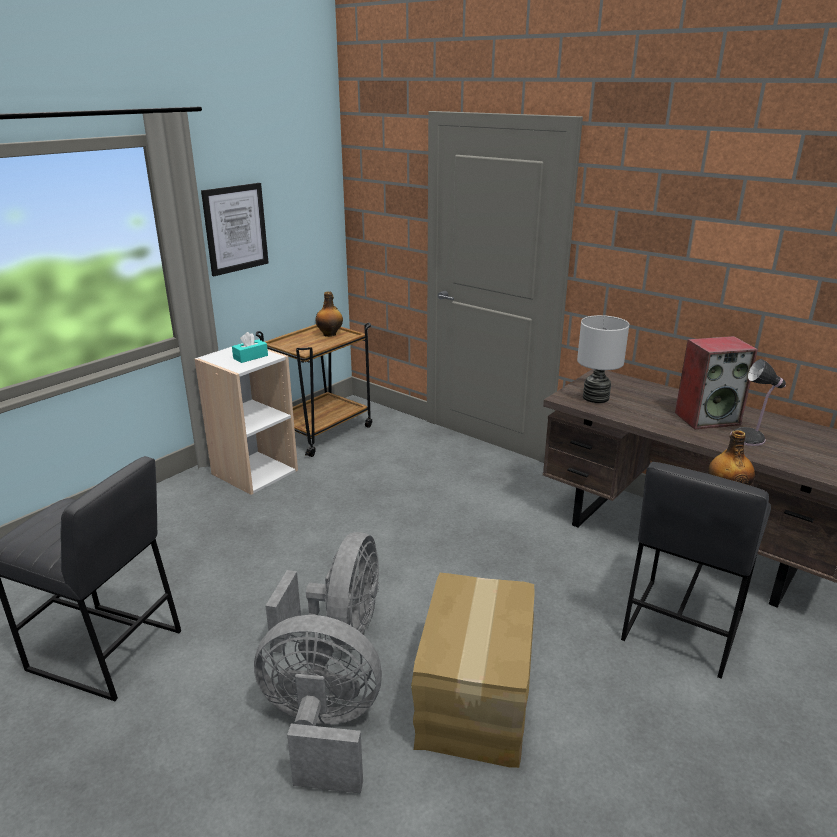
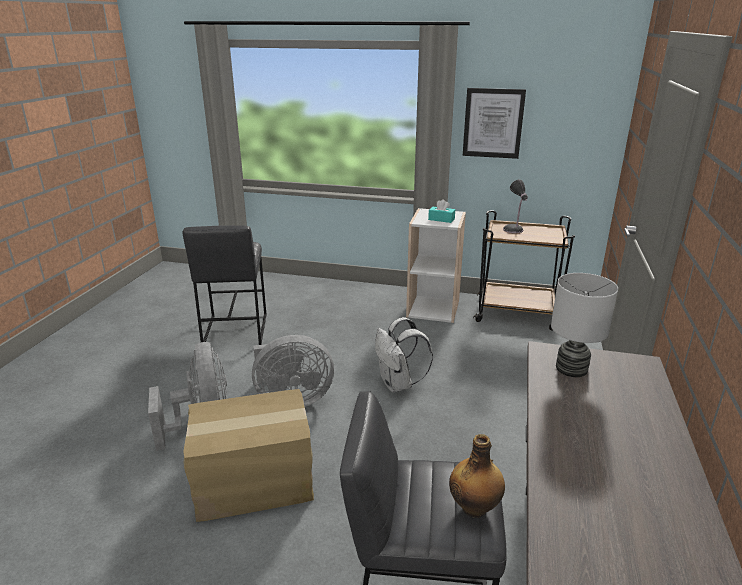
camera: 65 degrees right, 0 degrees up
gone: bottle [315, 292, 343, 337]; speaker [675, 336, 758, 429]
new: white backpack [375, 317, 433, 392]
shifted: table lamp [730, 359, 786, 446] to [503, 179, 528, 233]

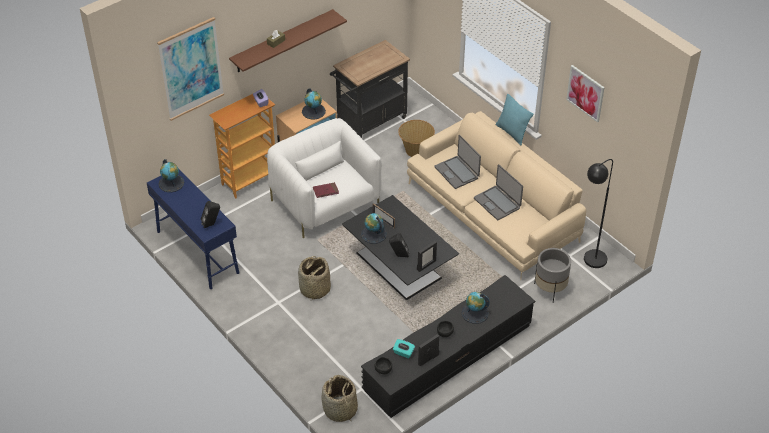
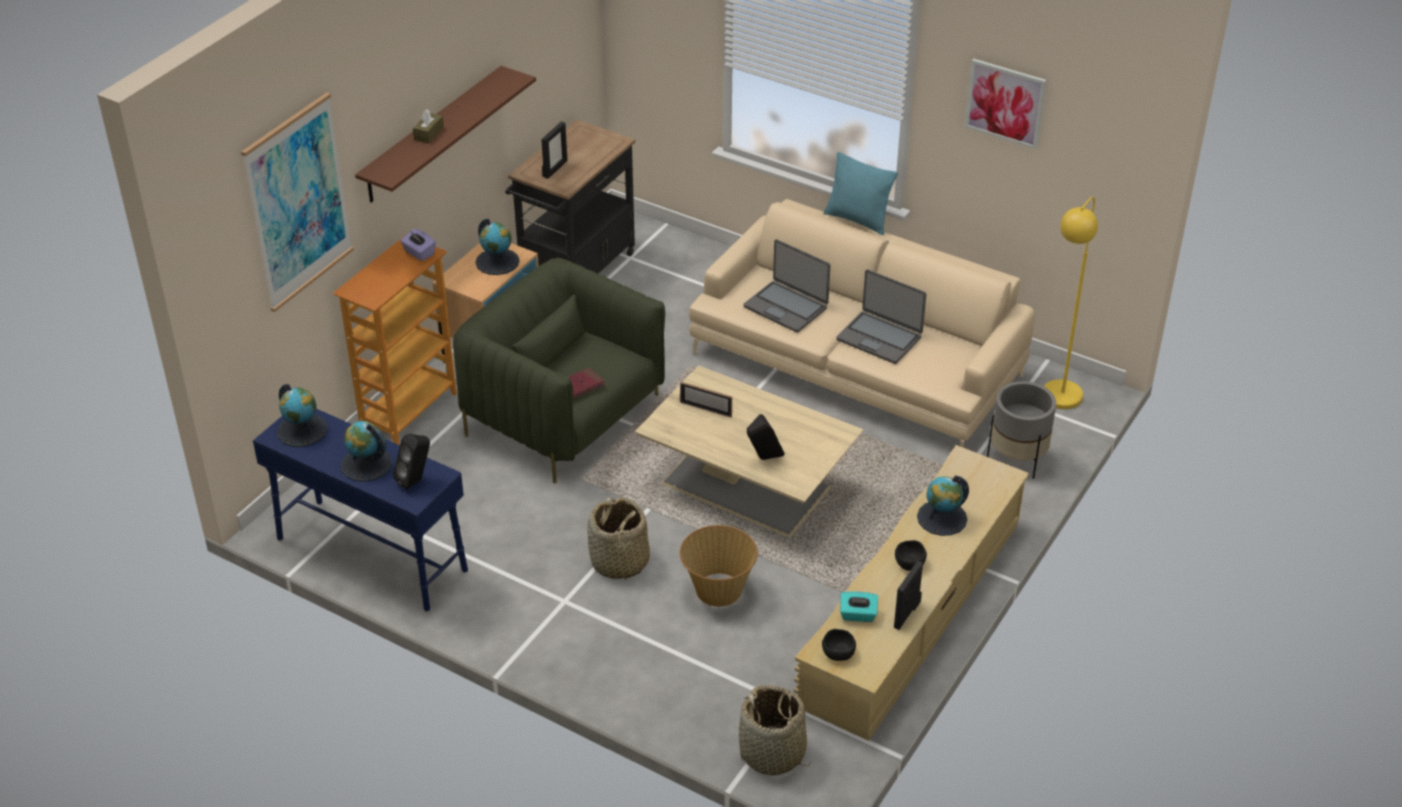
camera: 20 degrees left, 5 degrees down
shifted: globe [361, 213, 387, 244] to [341, 421, 392, 482]; picture frame [417, 241, 437, 272] to [541, 121, 567, 179]; basket [398, 120, 435, 157] to [680, 525, 758, 607]
repainted: white armchair [267, 118, 382, 238] to green armchair [453, 258, 665, 483]; black coffee table [342, 195, 459, 300] to beige coffee table [635, 365, 864, 538]; black tv stand [361, 275, 535, 418] to beige tv stand [794, 445, 1029, 741]; black floor lamp [584, 159, 613, 268] to yellow floor lamp [1044, 196, 1098, 409]

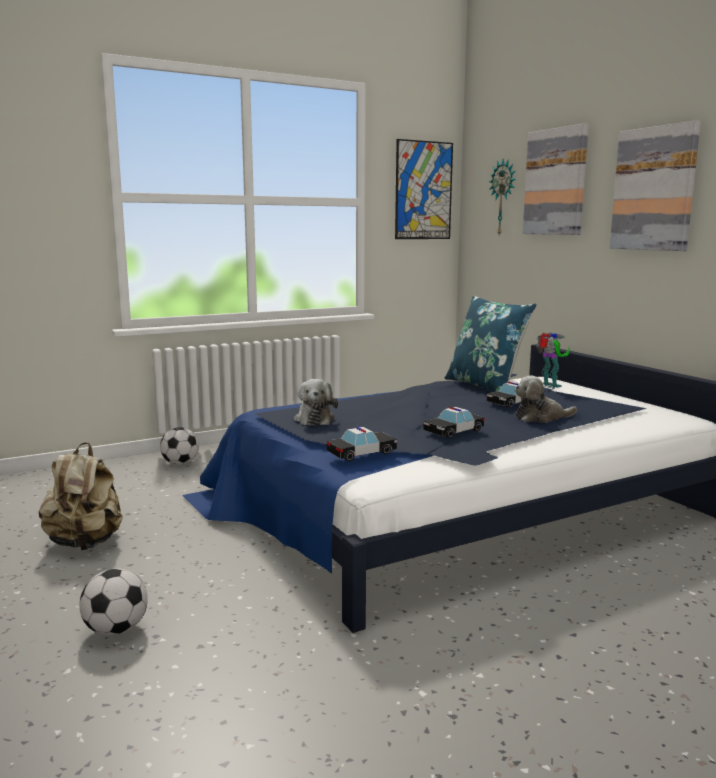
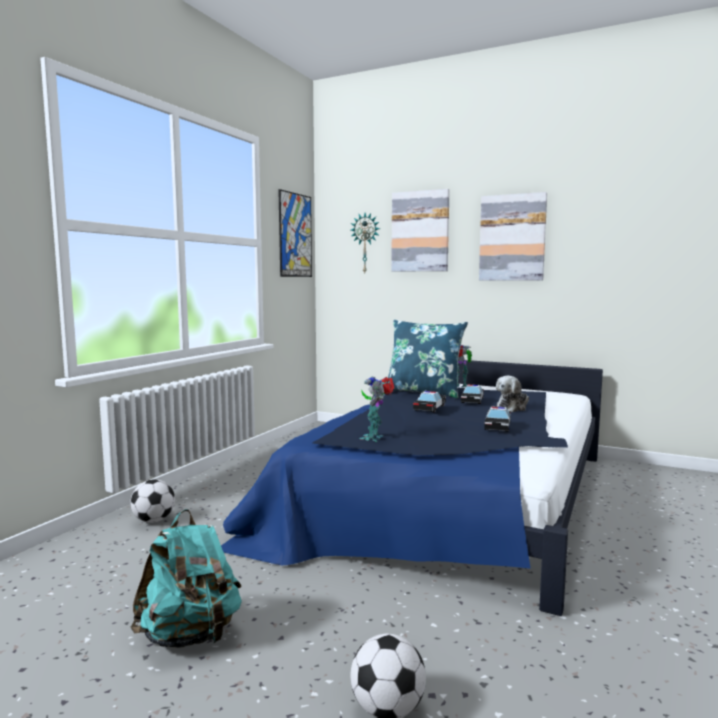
camera: 35 degrees left, 5 degrees down
shifted: toy car [327, 427, 397, 461] to [413, 391, 446, 412]
swapped: plush toy [294, 379, 338, 426] to toy robot [359, 376, 394, 442]
repainted: beige backpack [39, 442, 123, 550] to turquoise backpack [131, 509, 242, 648]

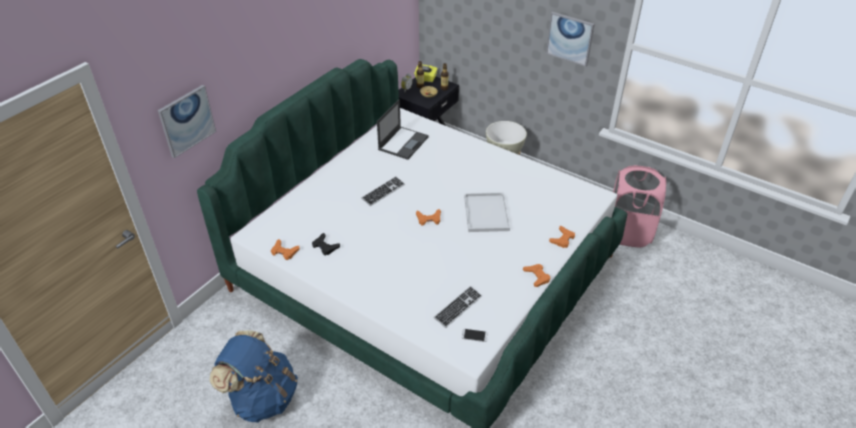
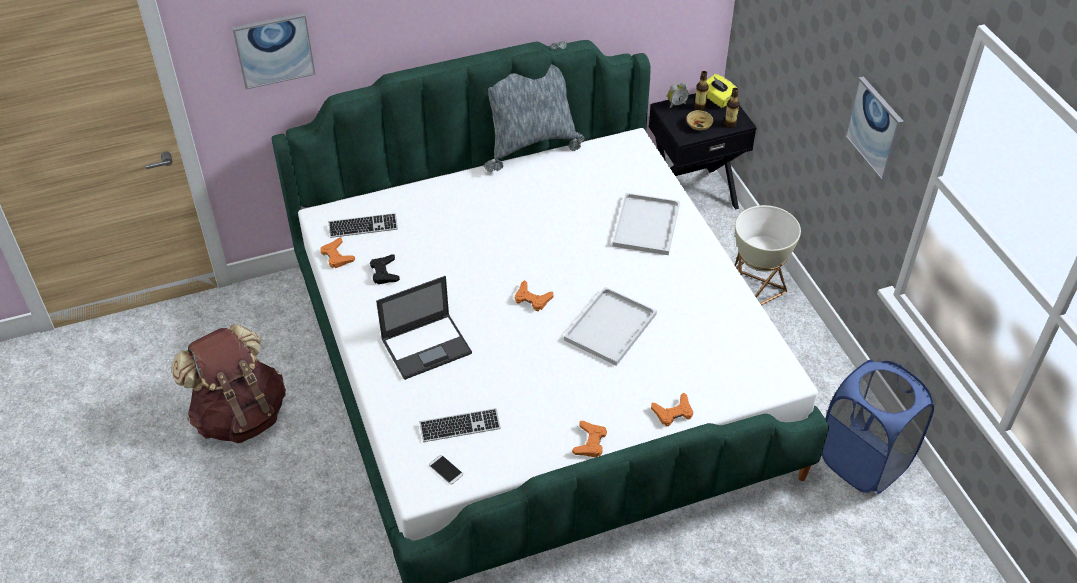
camera: 35 degrees right, 5 degrees up
new: pillow [484, 41, 584, 172]; white tray [612, 193, 680, 255]
shifted: keyboard [361, 176, 405, 206] to [328, 213, 398, 238]; laptop [377, 99, 429, 160] to [376, 276, 472, 380]
repainted: blue backpack [209, 330, 298, 423] to brown backpack [171, 324, 286, 443]; pink laundry basket [613, 165, 666, 247] to blue laundry basket [822, 359, 934, 494]

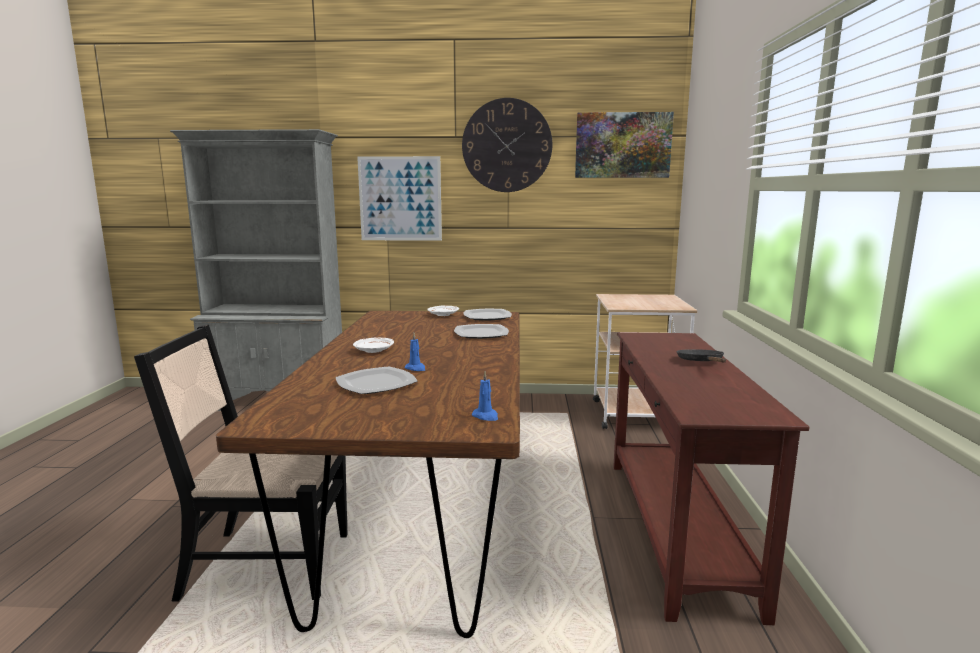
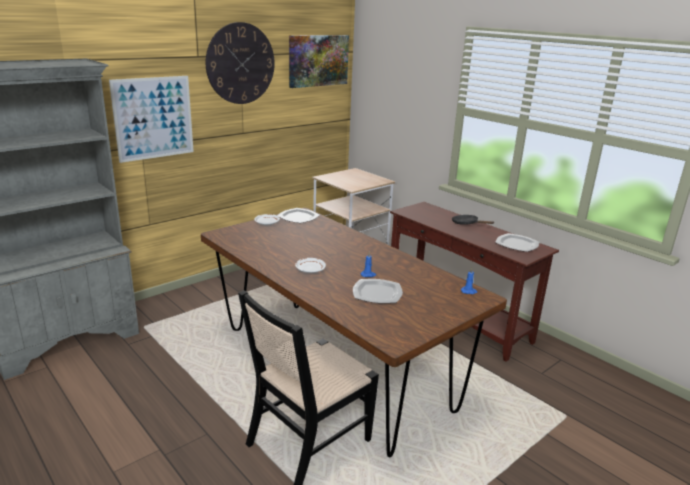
camera: 45 degrees left, 10 degrees up
shifted: plate [454, 324, 509, 339] to [495, 233, 539, 252]

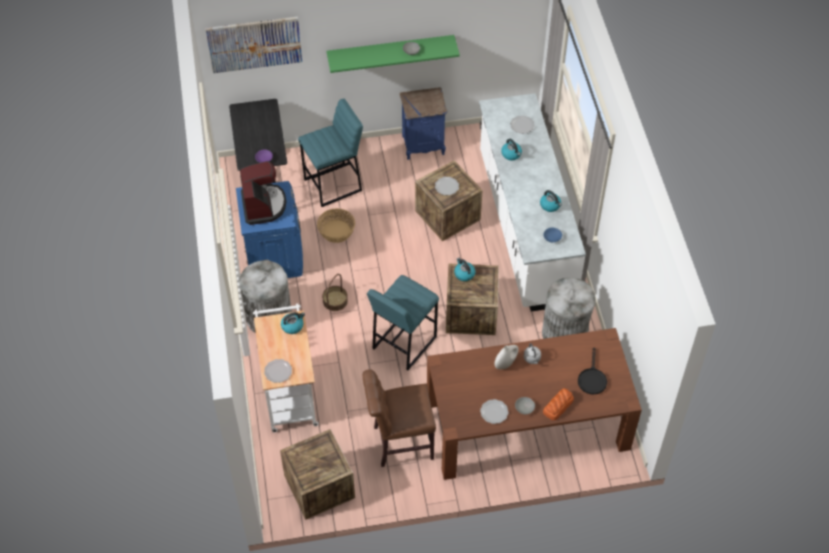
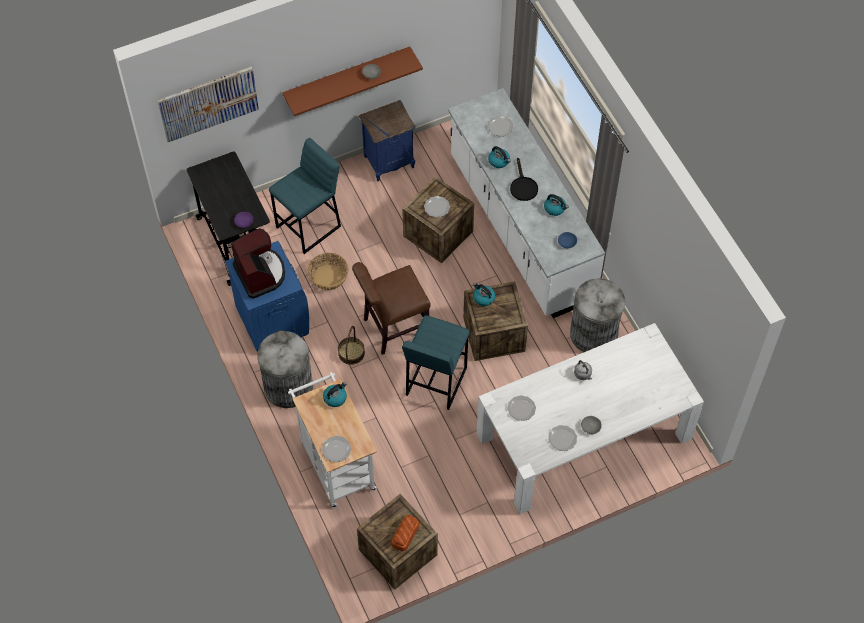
camera: 15 degrees left, 5 degrees up
gone: white vase [495, 345, 518, 369]
new: plate [507, 395, 536, 421]
shifted: brown chair [363, 369, 436, 467] to [352, 262, 431, 355]; bread [543, 388, 574, 420] to [391, 515, 420, 551]; black frying pan [578, 347, 607, 394] to [510, 158, 538, 201]
repainted: green shelf [327, 35, 460, 73] to brown shelf [282, 47, 423, 116]; brown dining table [427, 328, 642, 480] to white dining table [477, 323, 704, 514]

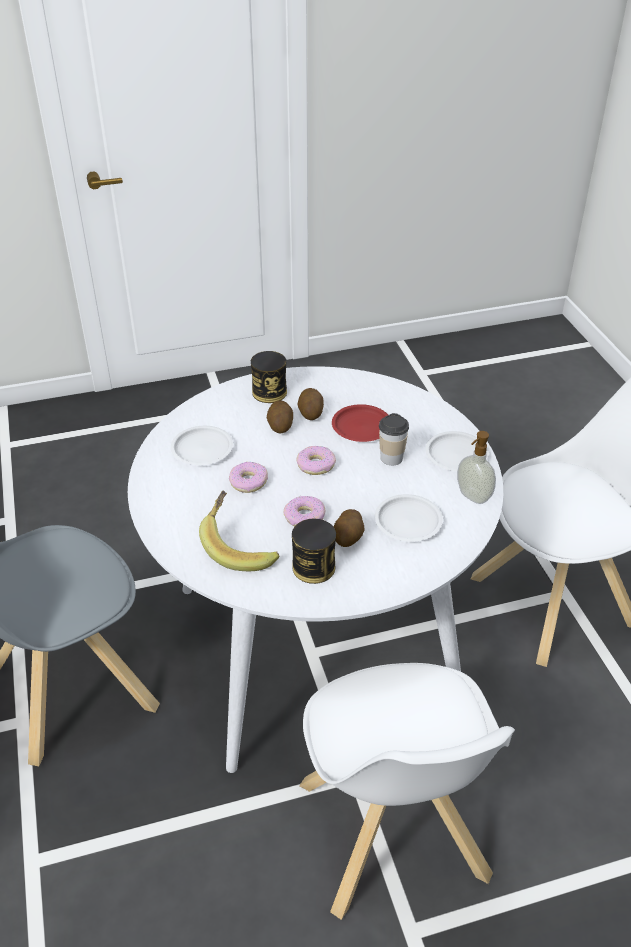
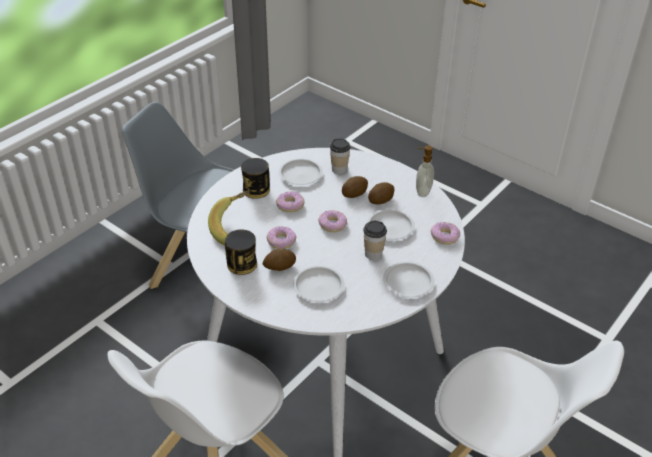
camera: 55 degrees right, 0 degrees up
new: cup [330, 138, 350, 174]; donut [431, 222, 460, 245]
shifted: can [251, 351, 287, 403] to [241, 158, 270, 199]; soap dispenser [457, 431, 496, 504] to [416, 145, 434, 197]
repainted: red plate [332, 404, 388, 442] to white plate [367, 209, 415, 240]

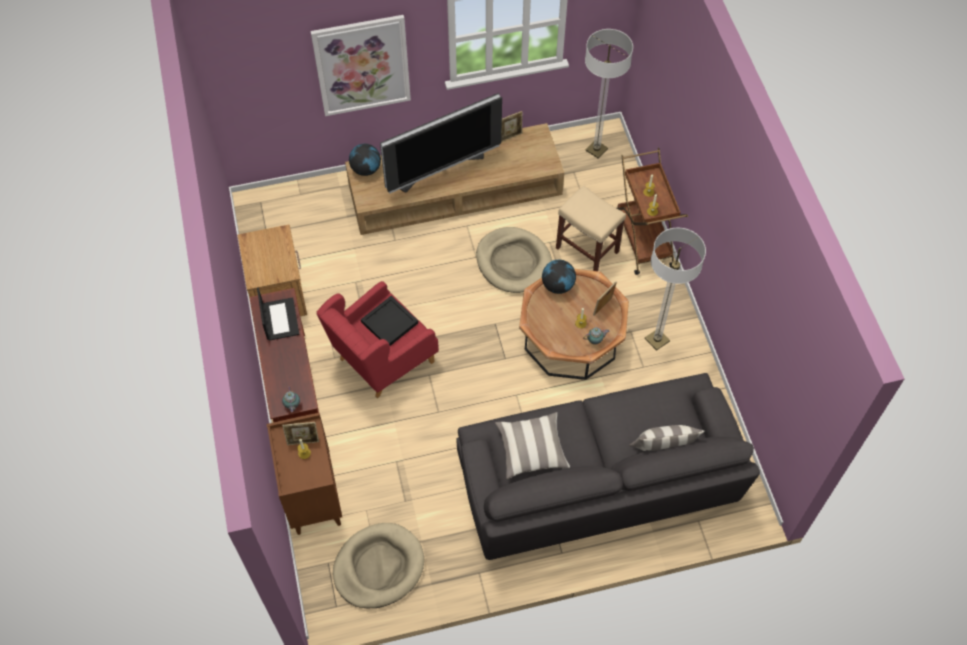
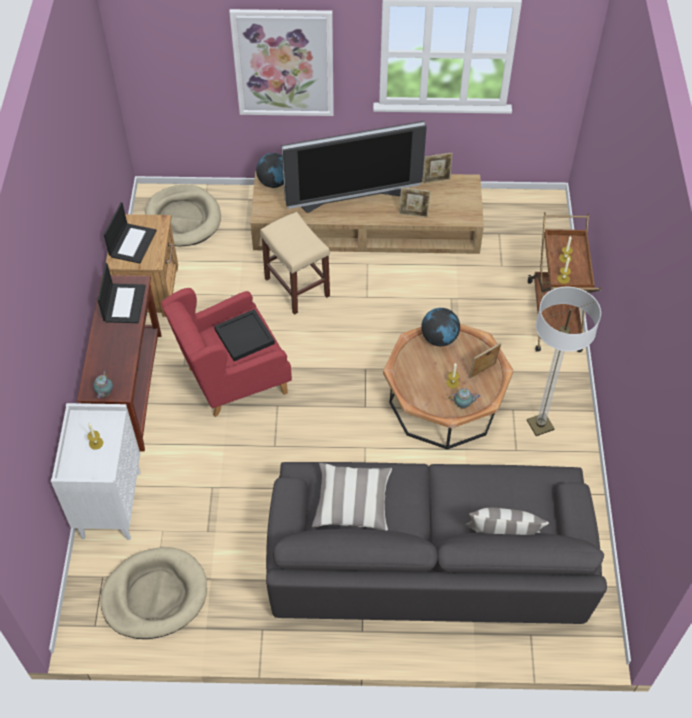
camera: 15 degrees right, 5 degrees down
gone: floor lamp [585, 29, 633, 158]
new: laptop [104, 202, 157, 264]
shifted: beige dog bed [476, 227, 552, 293] to [145, 185, 221, 246]; beige stool [556, 185, 626, 271] to [260, 212, 330, 315]; picture frame [282, 422, 319, 445] to [399, 187, 431, 217]
repainted: brown cabinet [266, 413, 342, 535] to white cabinet [51, 403, 141, 540]

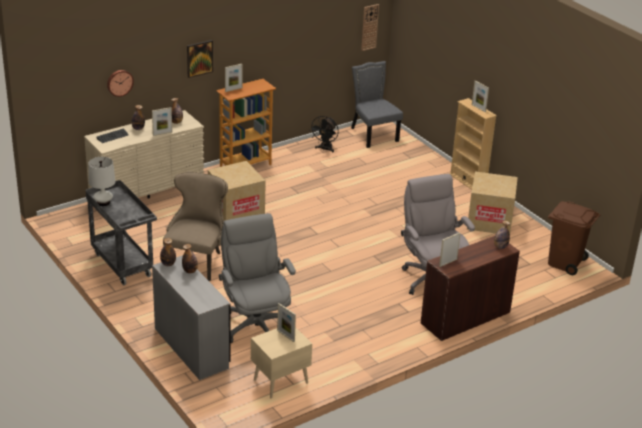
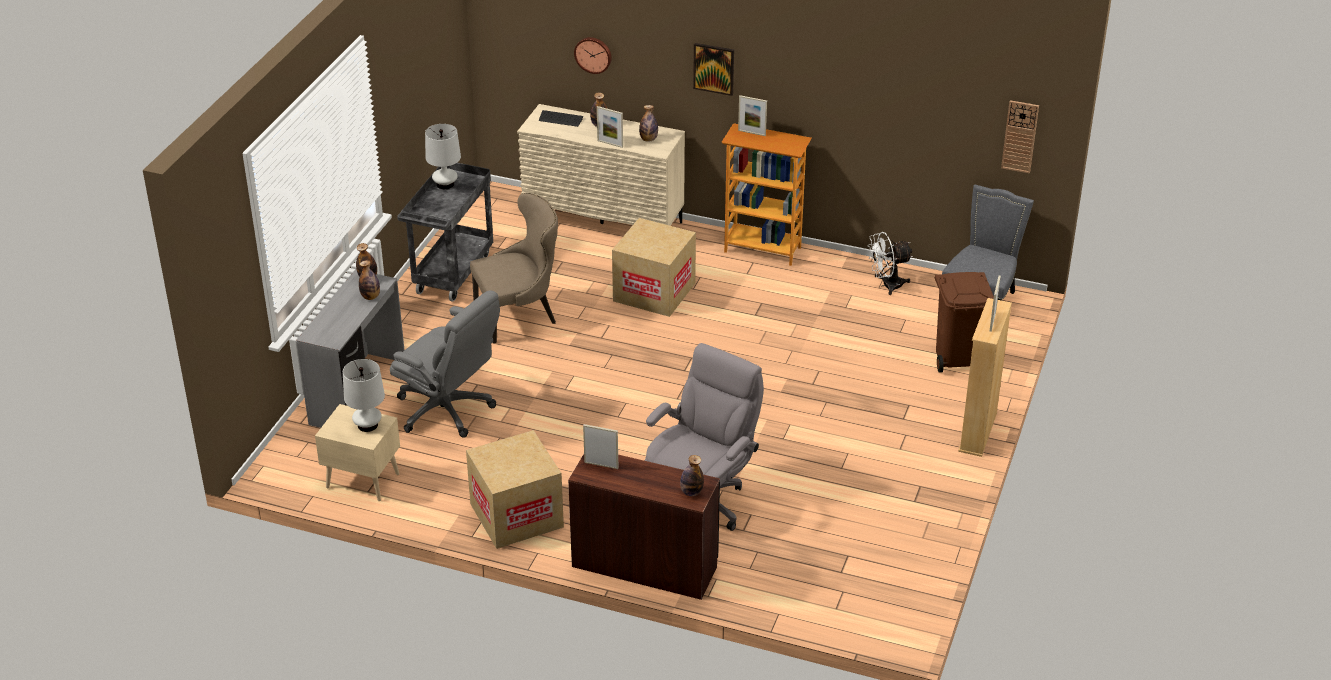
camera: 55 degrees right, 5 degrees up
shifted: cardboard box [467, 171, 518, 233] to [466, 430, 564, 549]; brown trash can [548, 201, 600, 275] to [935, 272, 994, 372]
swapped: picture frame [277, 303, 296, 342] to white table lamp [343, 359, 385, 432]
repainted: black fan [309, 116, 339, 152] to white fan [868, 232, 913, 295]
rotated: grey office chair [219, 213, 296, 343] = [390, 290, 500, 438] 90 degrees clockwise

